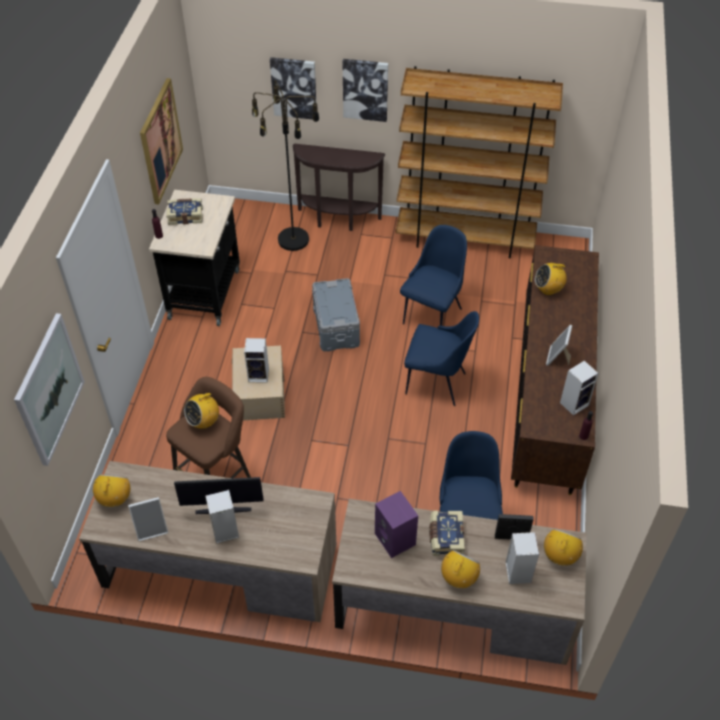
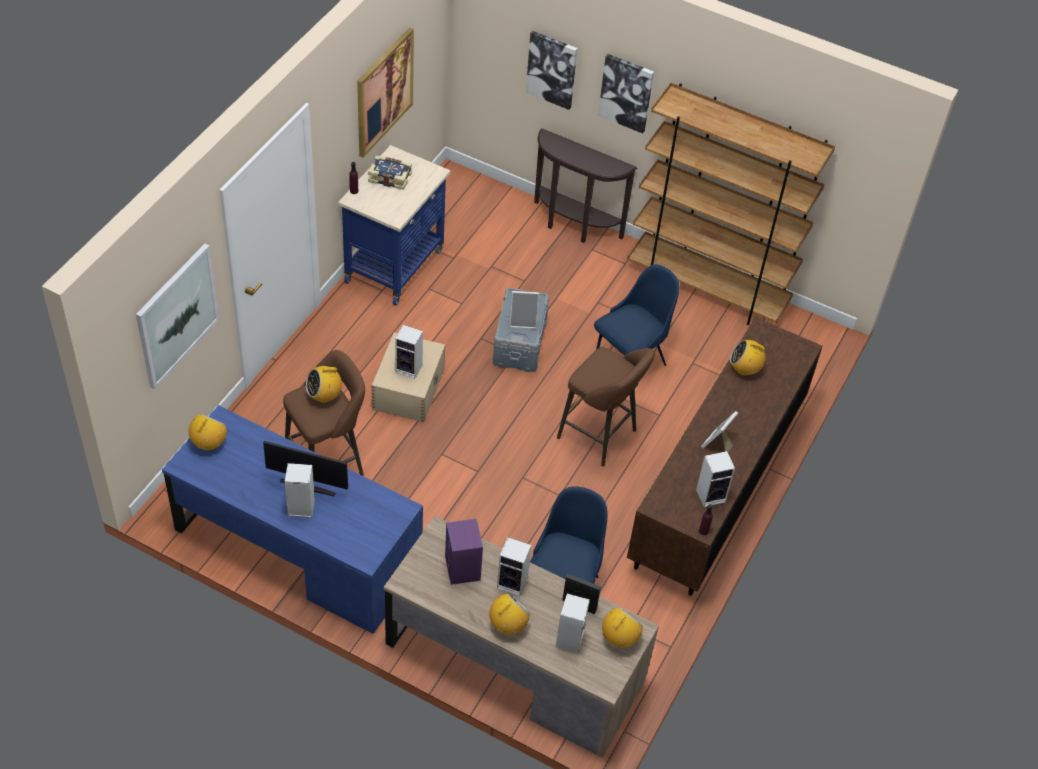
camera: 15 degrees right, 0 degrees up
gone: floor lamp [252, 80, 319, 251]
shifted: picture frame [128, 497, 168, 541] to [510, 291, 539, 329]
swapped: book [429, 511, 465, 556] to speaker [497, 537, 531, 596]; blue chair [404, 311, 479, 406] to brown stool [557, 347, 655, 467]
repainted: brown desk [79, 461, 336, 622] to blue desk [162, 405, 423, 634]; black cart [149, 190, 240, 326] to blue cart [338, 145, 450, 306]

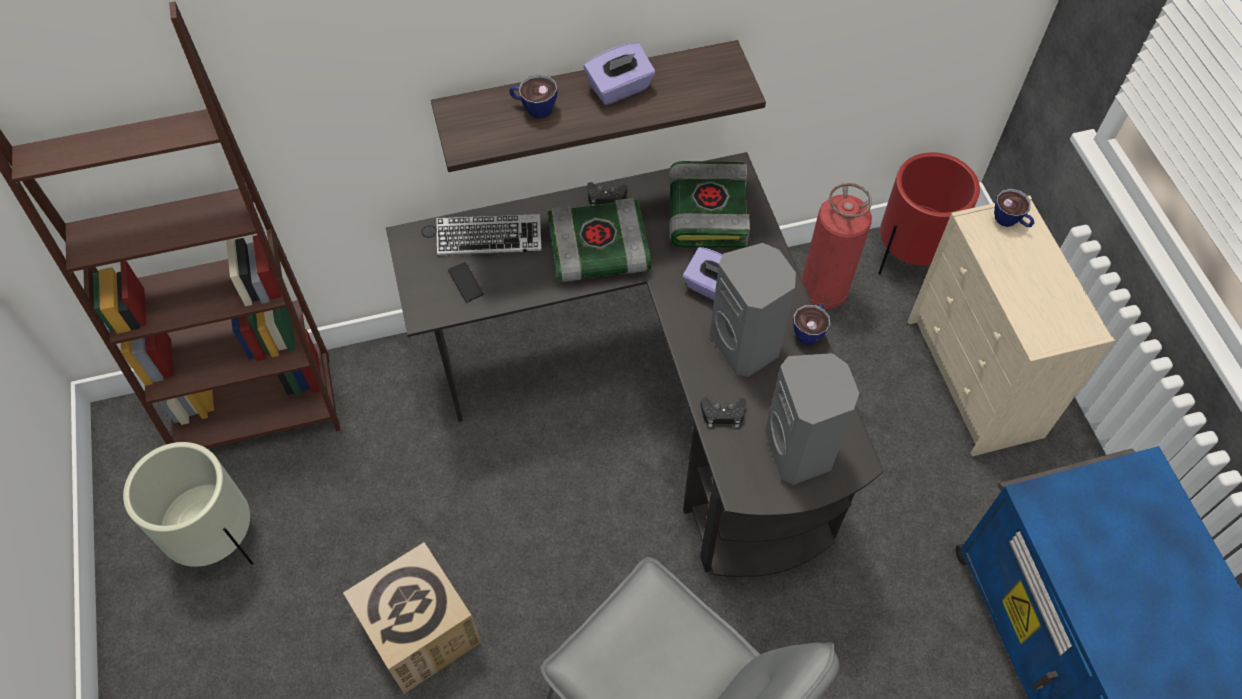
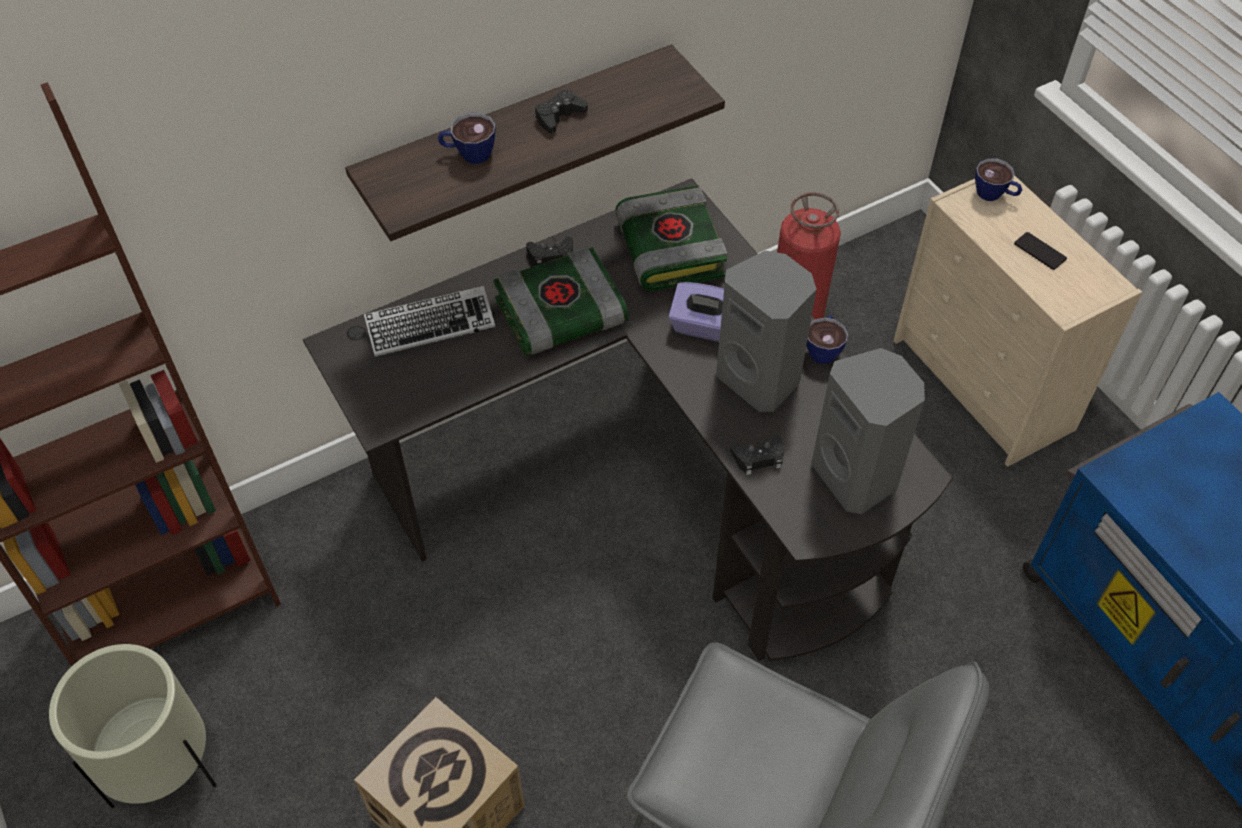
camera: 15 degrees left, 5 degrees down
gone: red planter [878, 152, 980, 275]
shifted: phone [448, 262, 484, 302] to [1014, 232, 1067, 270]
swapped: purple tissue box [584, 42, 655, 105] to black game controller [535, 90, 588, 133]

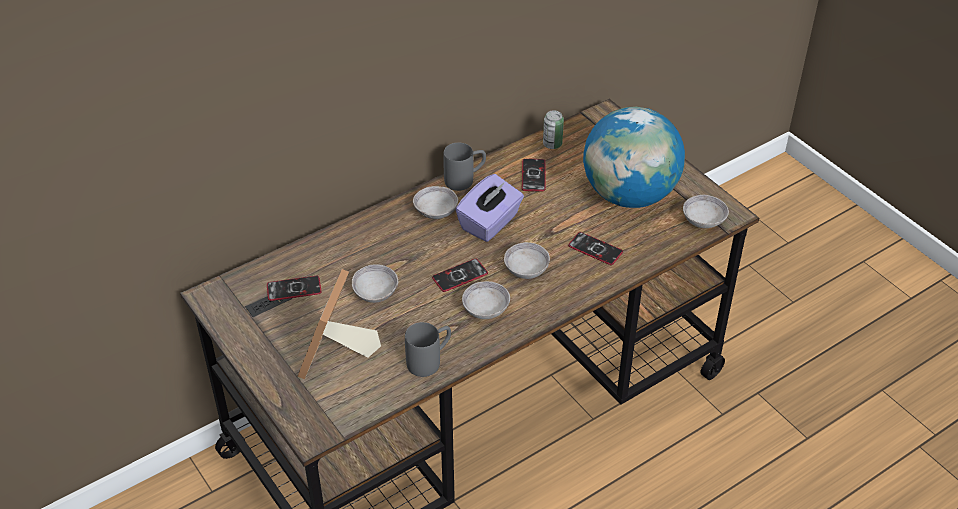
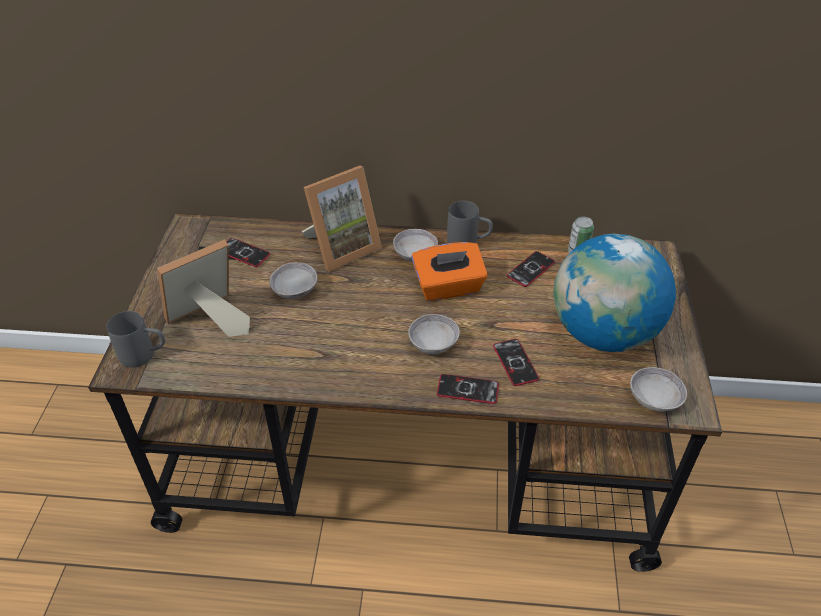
camera: 40 degrees right, 0 degrees up
gone: grey bowl [462, 281, 510, 319]
new: picture frame [302, 165, 382, 272]
shifted: grey mug [405, 322, 451, 377] to [107, 311, 165, 368]; phone [432, 259, 488, 292] to [437, 374, 499, 404]
repainted: purple tissue box [455, 174, 524, 242] to orange tissue box [411, 242, 488, 301]

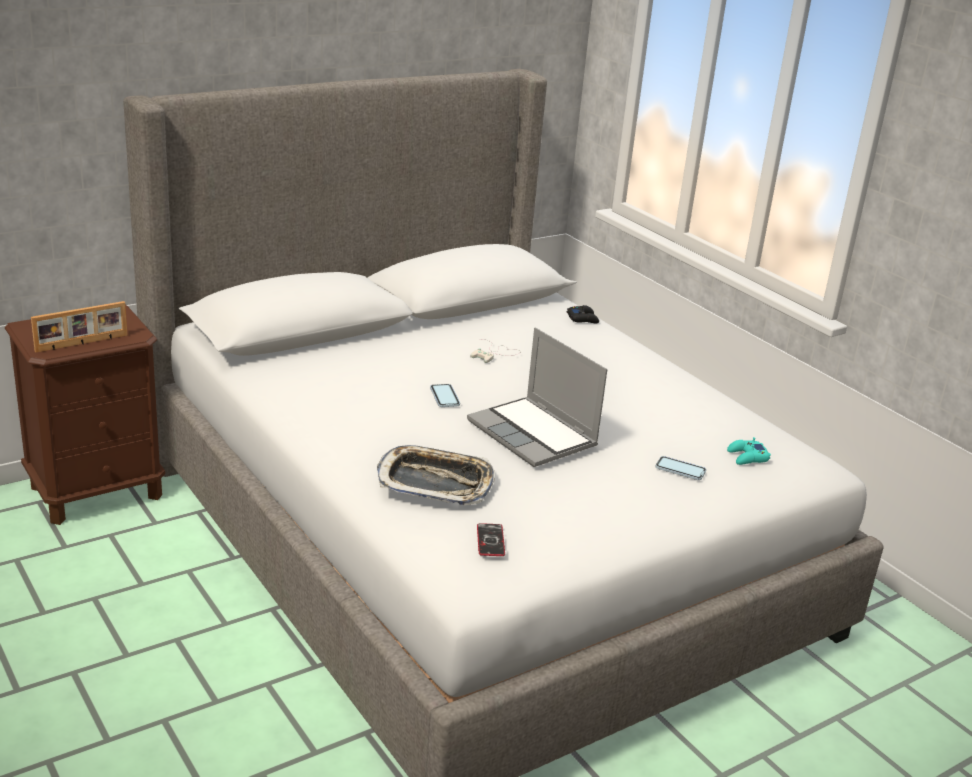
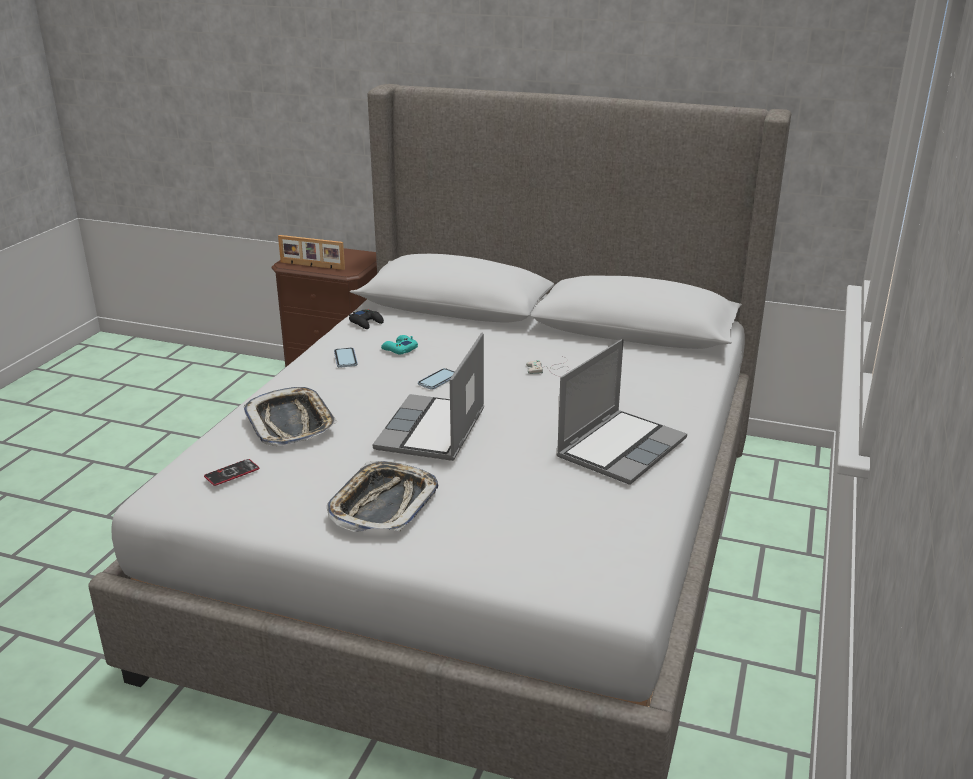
camera: 55 degrees right, 0 degrees up
new: tray [327, 461, 438, 532]; laptop [556, 339, 687, 485]
shifted: phone [655, 456, 706, 480] to [334, 348, 358, 368]; black game controller [567, 305, 599, 323] to [349, 309, 384, 329]; turquoise game controller [727, 437, 771, 465] to [381, 335, 418, 355]

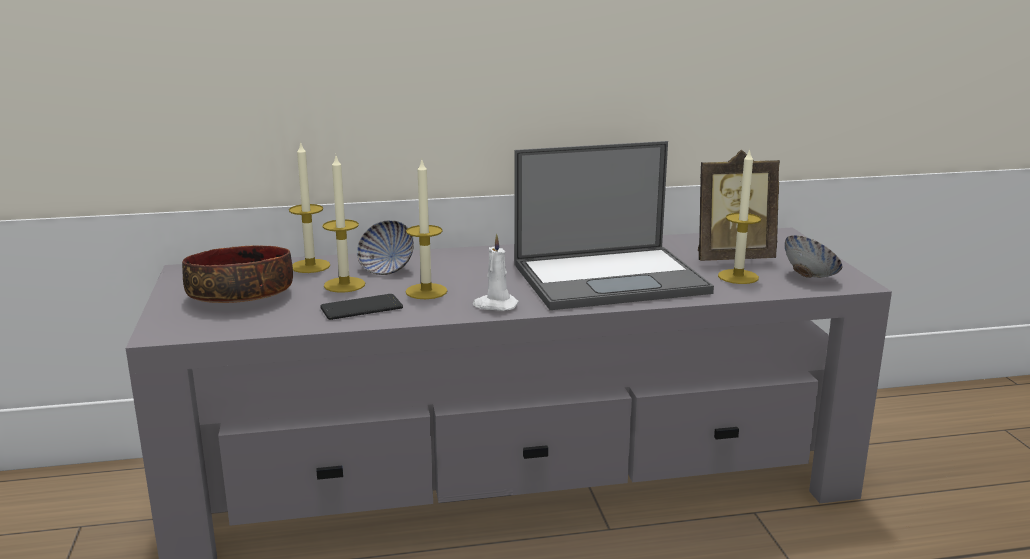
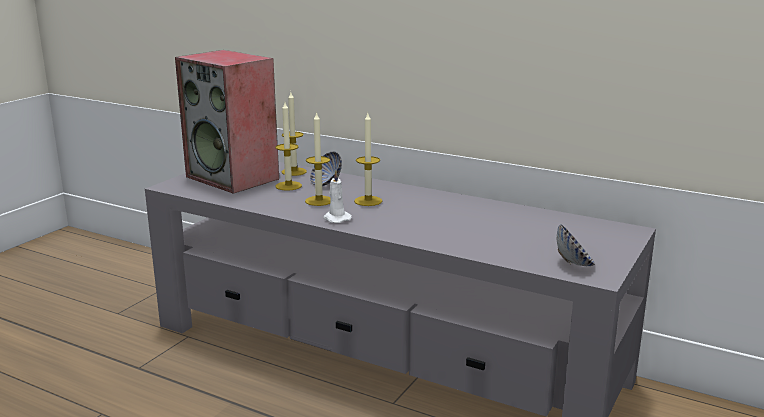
camera: 40 degrees right, 0 degrees up
gone: phone [320, 294, 403, 320]; laptop [514, 141, 714, 310]; picture frame [698, 150, 780, 261]
shifted: candle [718, 148, 761, 284] to [354, 113, 382, 206]
swapped: bowl [182, 245, 293, 303] to speaker [175, 50, 279, 194]

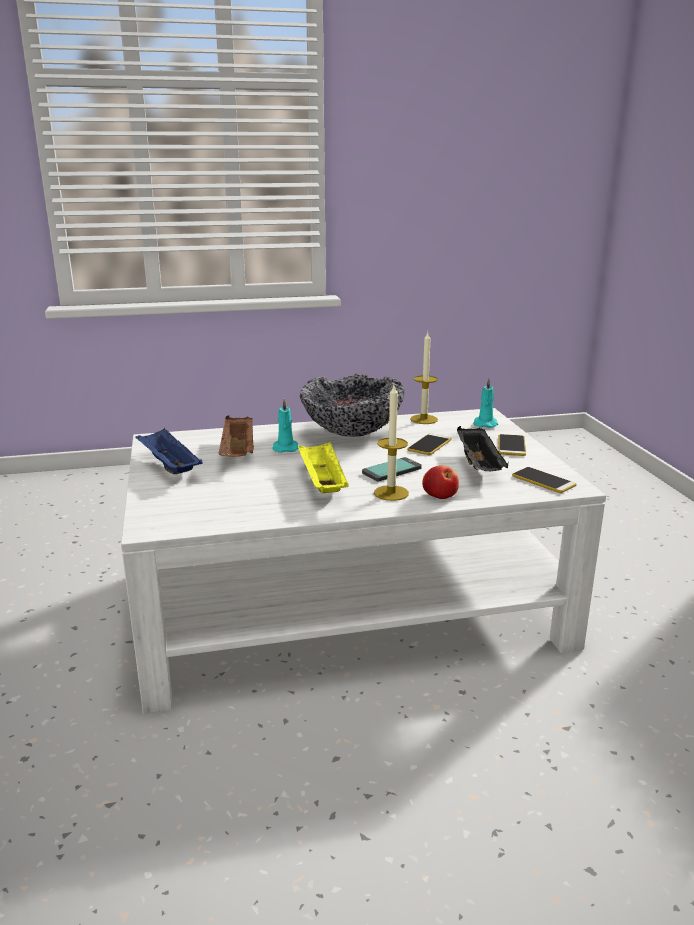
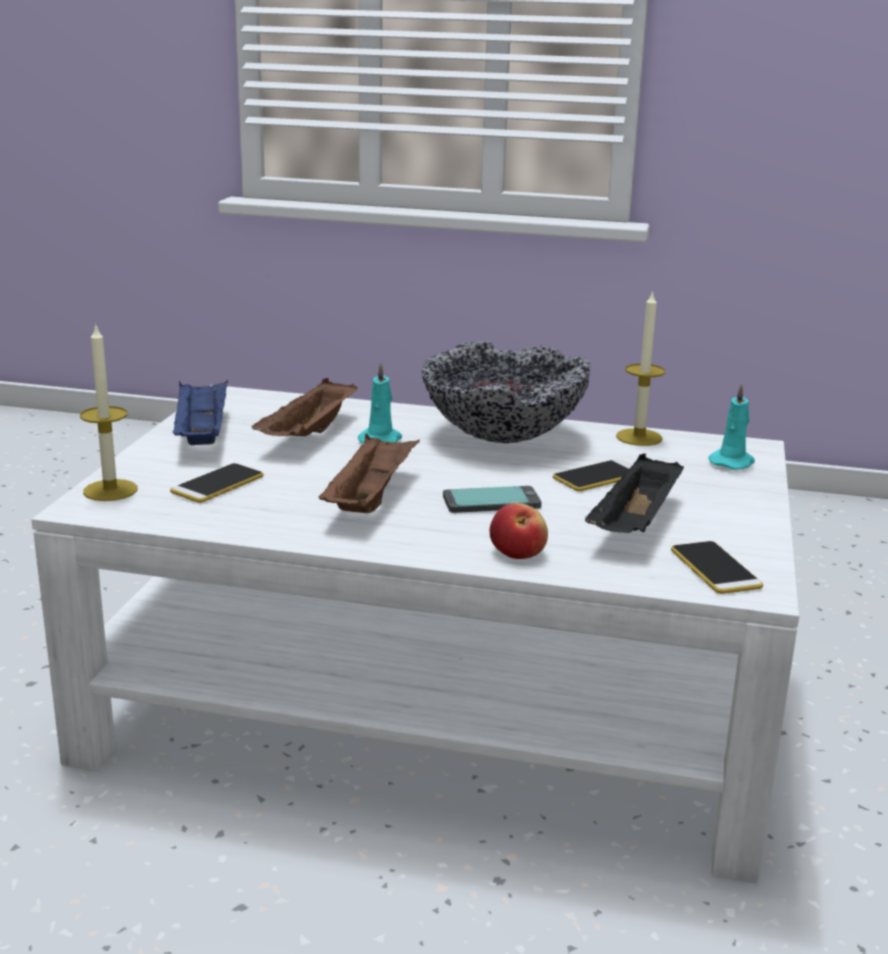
camera: 25 degrees right, 0 degrees up
shifted: candle [374, 385, 409, 501] to [80, 323, 137, 501]; phone [498, 434, 526, 456] to [170, 463, 264, 503]
repainted: yellow tray [298, 442, 349, 493] to brown tray [318, 434, 419, 513]

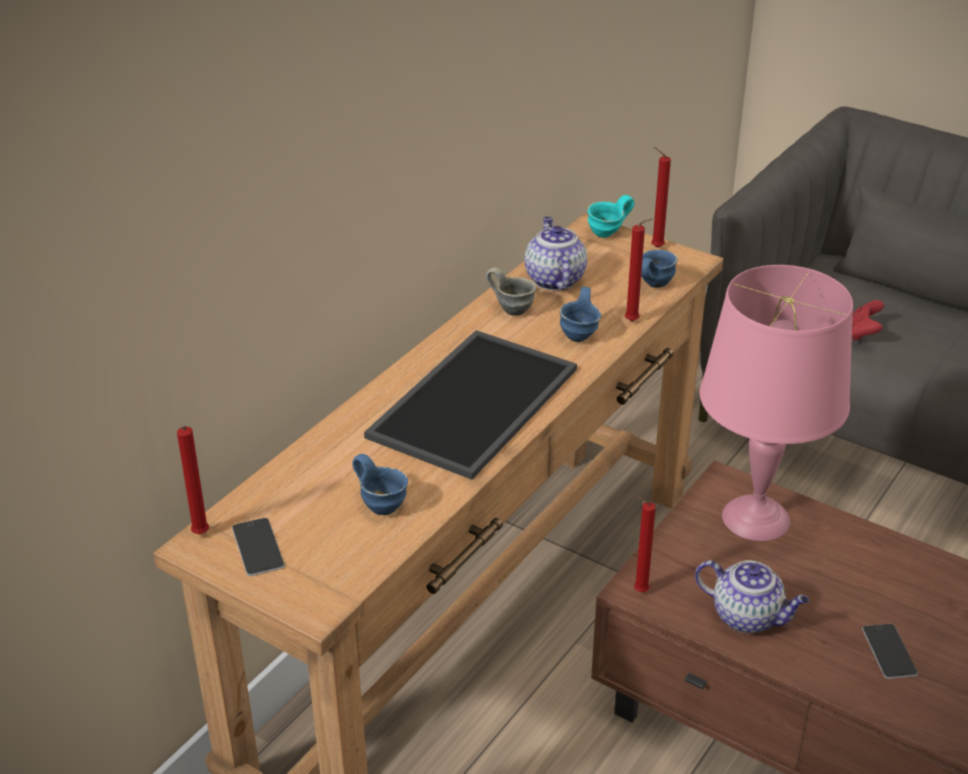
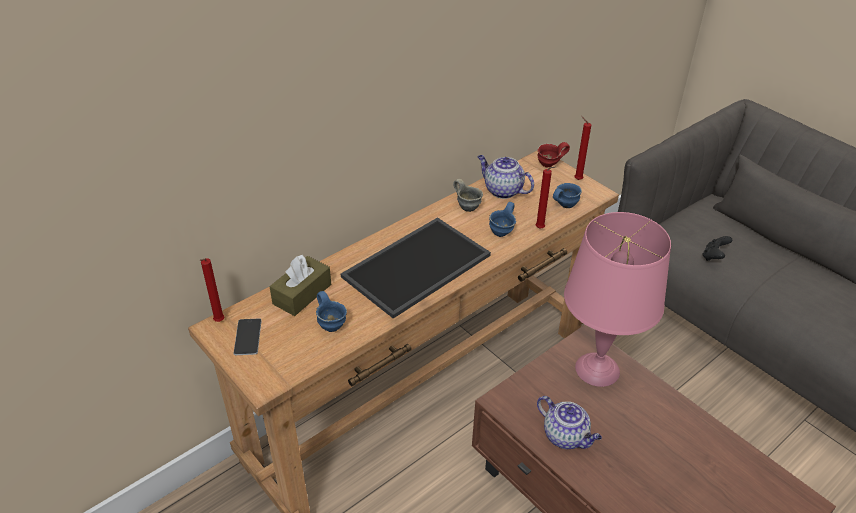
camera: 15 degrees right, 5 degrees up
gone: red candle [634, 497, 656, 592]; phone [862, 624, 918, 679]
new: brown tissue box [270, 255, 331, 316]
repainted: turquoise mug [588, 195, 634, 238] to red mug [537, 142, 570, 167]; red game controller [852, 300, 884, 341] to black game controller [703, 236, 732, 261]
rotated: teapot [524, 217, 587, 290] = [477, 155, 534, 199] 60 degrees counterclockwise

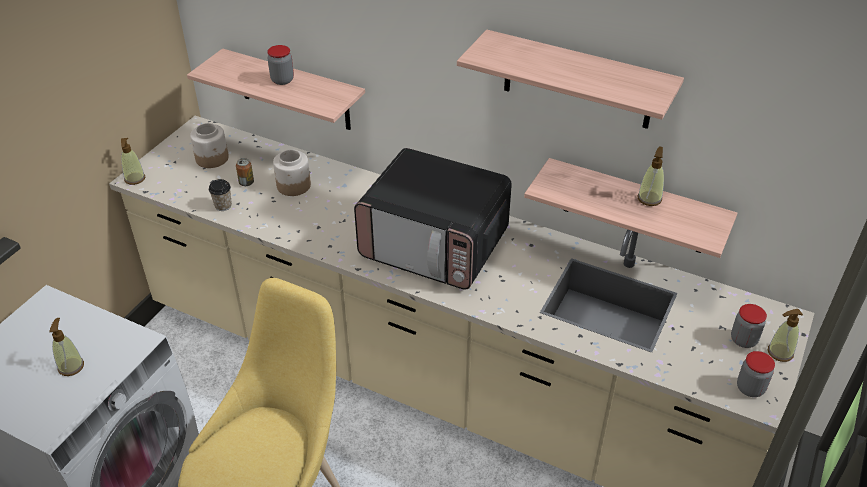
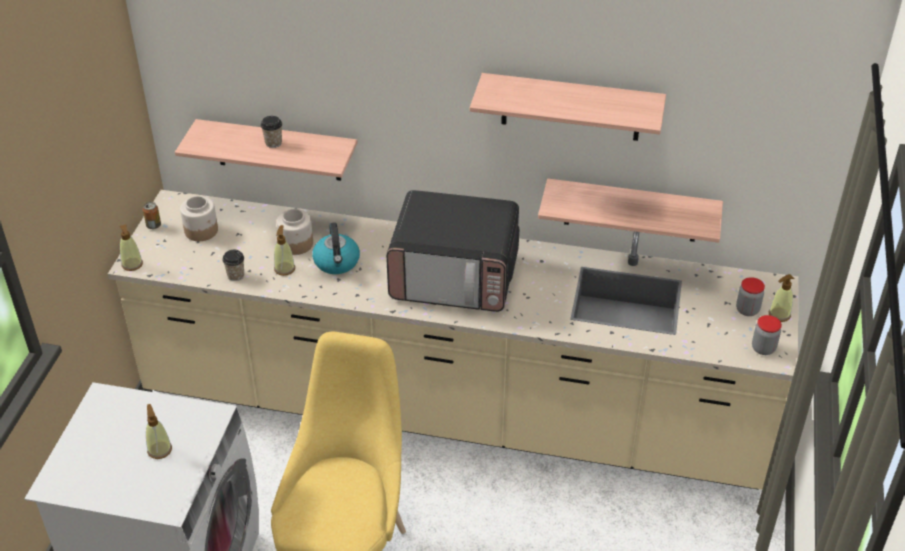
camera: 15 degrees left, 0 degrees up
new: kettle [312, 223, 360, 274]
shifted: can [236, 158, 254, 186] to [143, 202, 161, 229]; soap dispenser [638, 146, 664, 206] to [274, 225, 295, 276]
swapped: jar [267, 45, 294, 85] to cup [261, 116, 282, 148]

